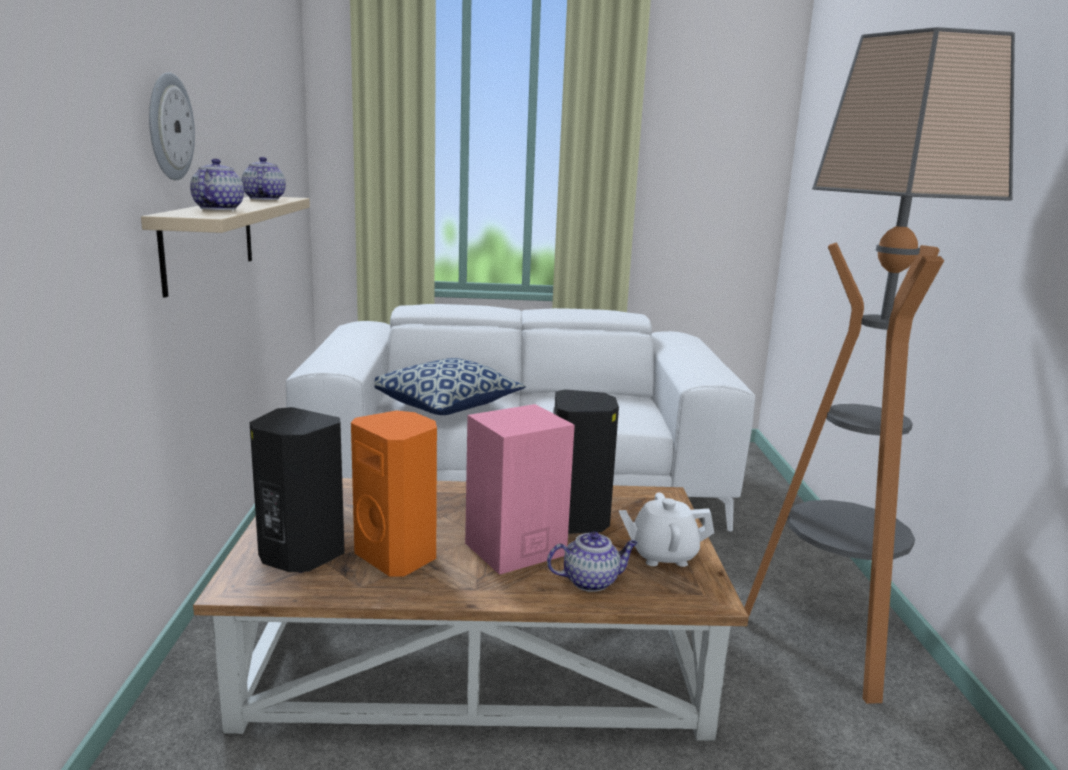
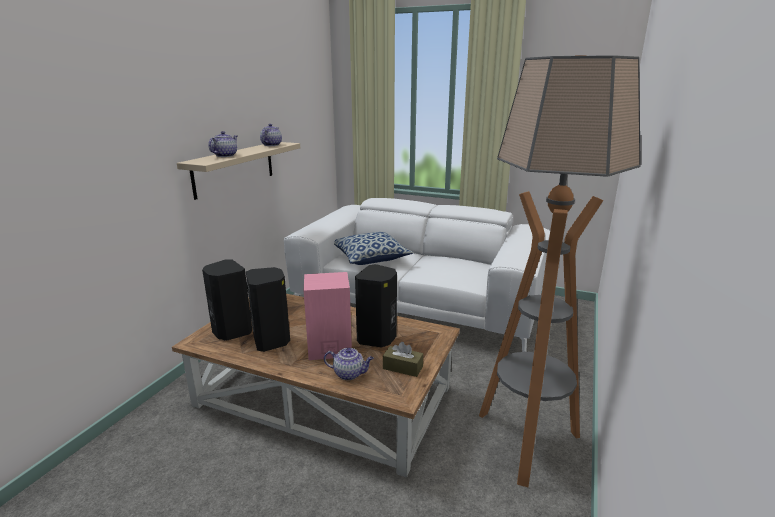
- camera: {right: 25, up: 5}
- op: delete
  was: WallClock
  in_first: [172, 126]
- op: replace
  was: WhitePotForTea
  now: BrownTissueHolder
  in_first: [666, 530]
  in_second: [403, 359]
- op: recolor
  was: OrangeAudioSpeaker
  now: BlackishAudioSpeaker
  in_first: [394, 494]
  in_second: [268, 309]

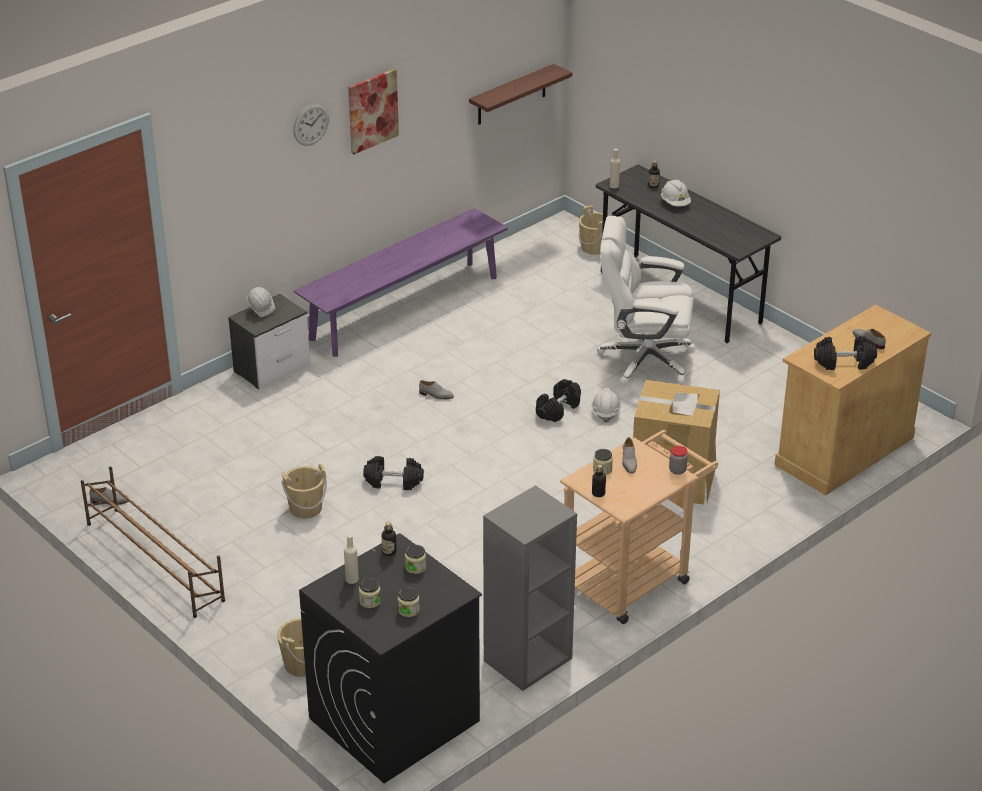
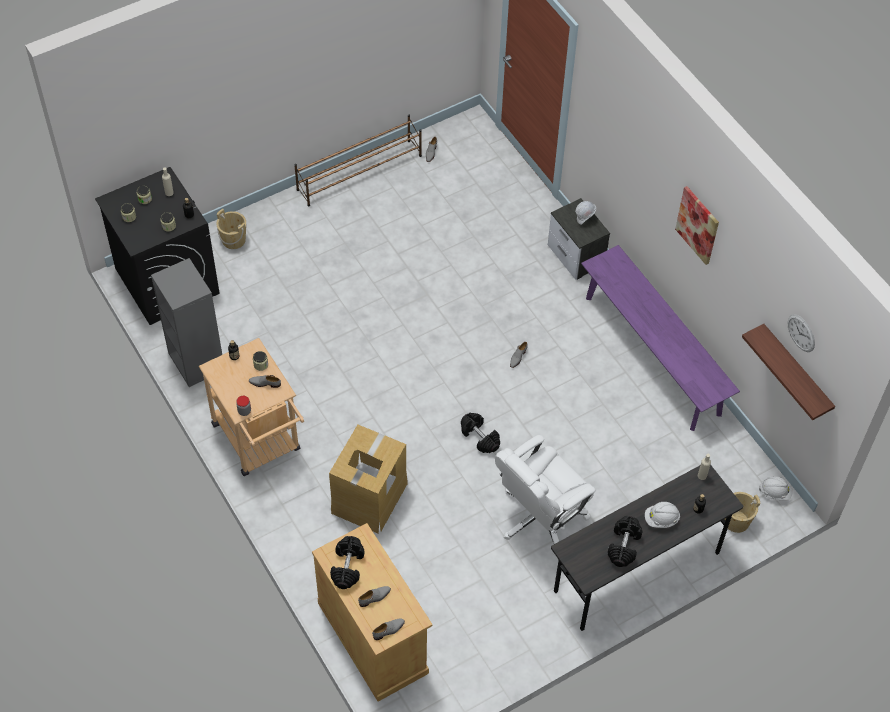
- camera: {right: 100, up: 20}
- op: delete
  was: BeigeWaterBucket
  in_first: [304, 491]
- op: insert
  now: GreyLowShoe
  in_second: [388, 629]
- op: move
  was: WallClock
  in_first: [311, 124]
  in_second: [801, 333]
- op: move
  was: BlackishDumbbell
  in_first: [393, 473]
  in_second: [625, 541]
- op: move
  was: WhiteHardHat
  in_first: [606, 405]
  in_second: [776, 488]
- op: rotate
  was: WhiteDeskChair
  in_first: [646, 300]
  in_second: [545, 495]
  clockwise: -150

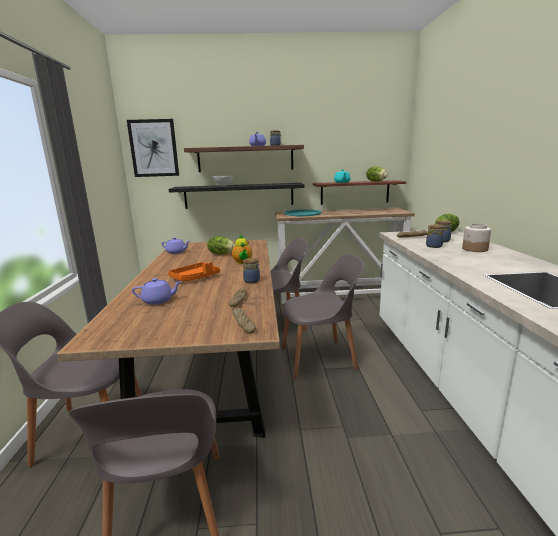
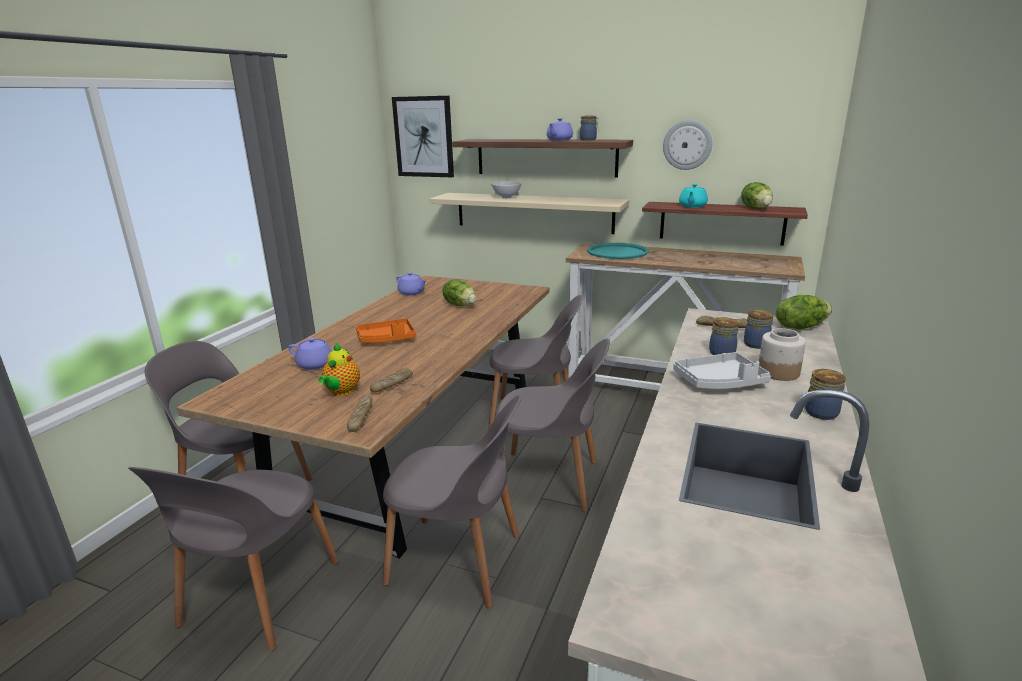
- camera: {right: 25, up: 5}
- op: insert
  now: GreyChair
  in_second: [452, 501]
- op: insert
  now: WallClock
  in_second: [687, 145]
- op: insert
  now: GreyCarryingTray
  in_second: [722, 370]
- op: move
  was: PotForTea
  in_first: [242, 249]
  in_second: [339, 369]
- op: move
  was: Jar
  in_first: [251, 270]
  in_second: [825, 394]
- op: recolor
  was: BlackishBracketShelf
  now: BeigeBracketShelf
  in_first: [237, 196]
  in_second: [529, 213]

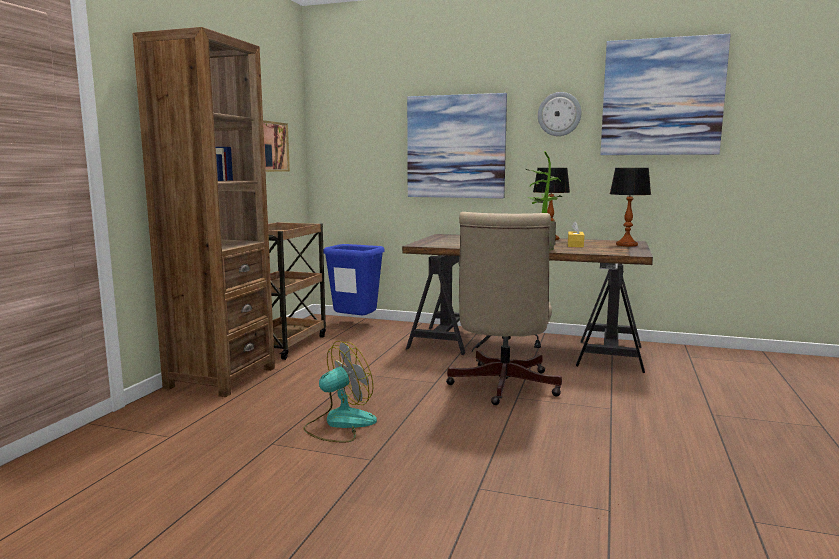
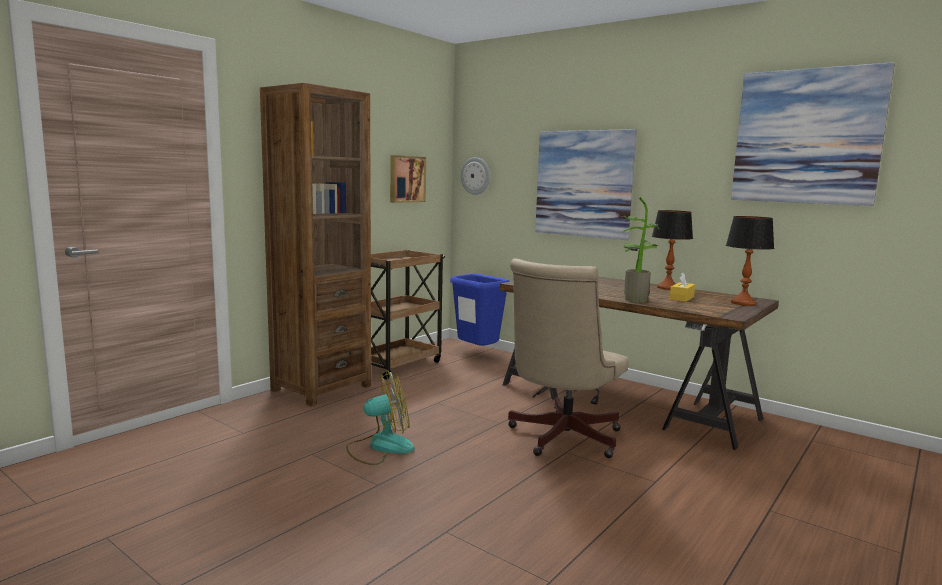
- camera: {right: 20, up: 0}
- op: move
  was: WallClock
  in_first: [559, 114]
  in_second: [475, 176]

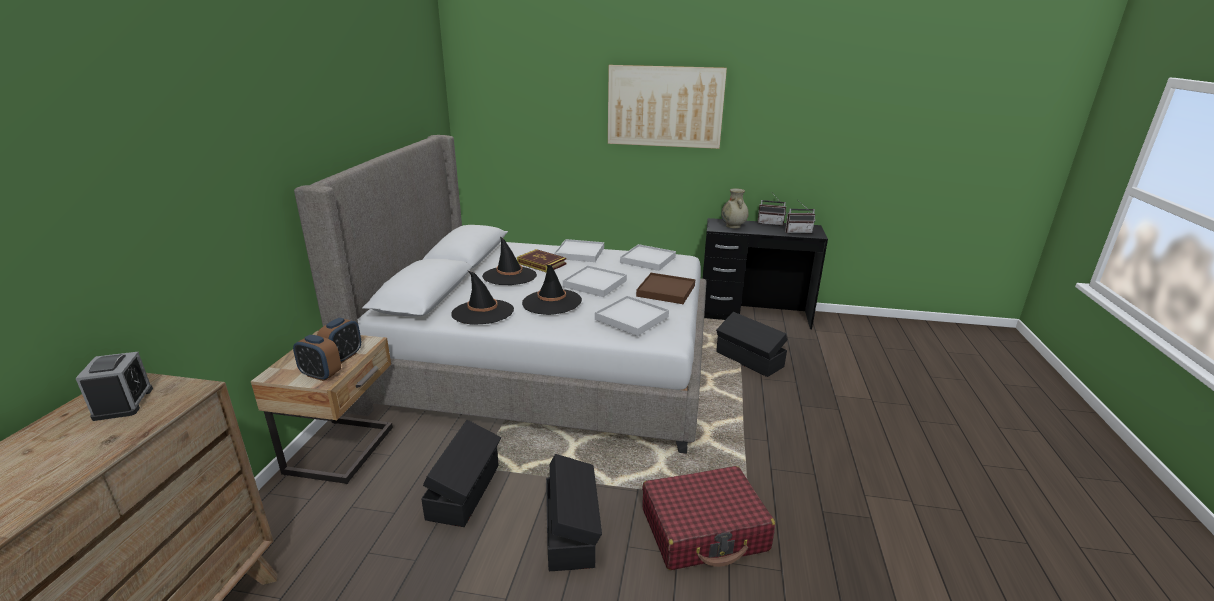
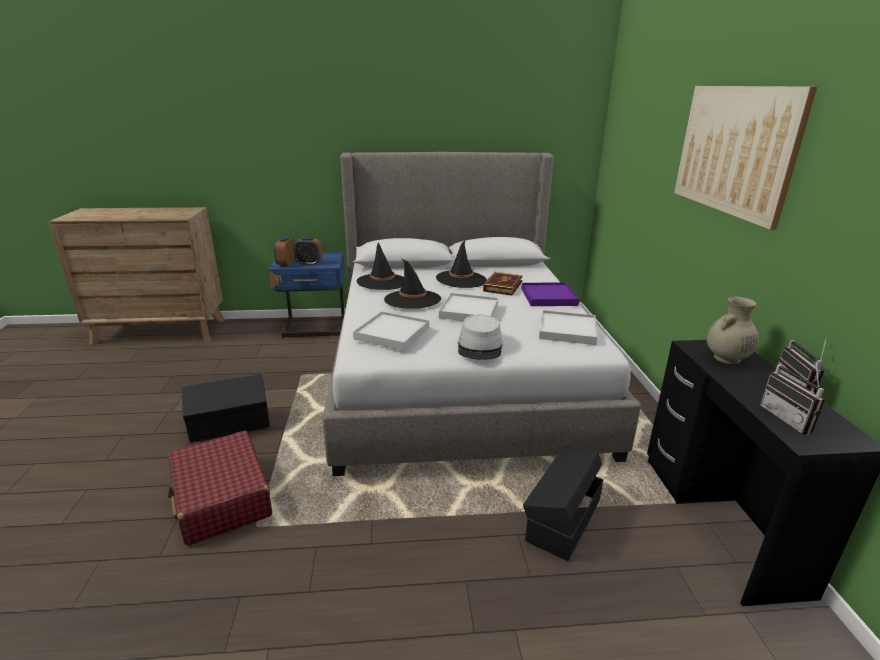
- camera: {right: 75, up: 0}
- op: delete
  was: AlarmClock
  in_first: [114, 386]
- op: delete
  was: BlackishStorageContainer
  in_first: [461, 473]
- op: replace
  was: BrownCarryingTray
  now: GreyClothingHat
  in_first: [665, 288]
  in_second: [480, 337]
- op: recolor
  was: BeigeNightstand
  now: BluishNightstand
  in_first: [322, 407]
  in_second: [307, 295]
- op: recolor
  was: WhiteCarryingTray
  now: PurplishCarryingTray
  in_first: [579, 250]
  in_second: [550, 294]

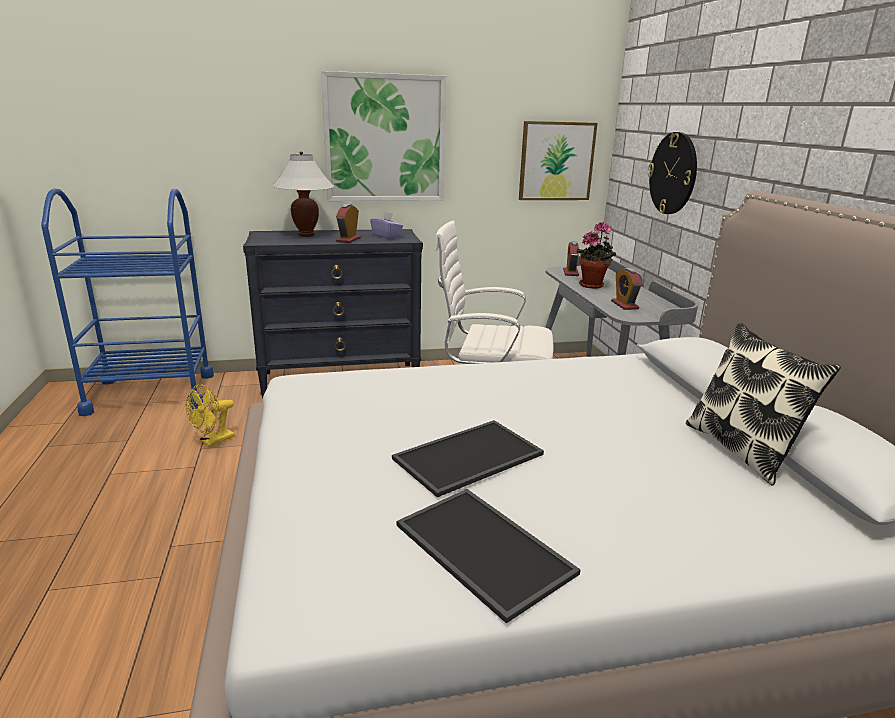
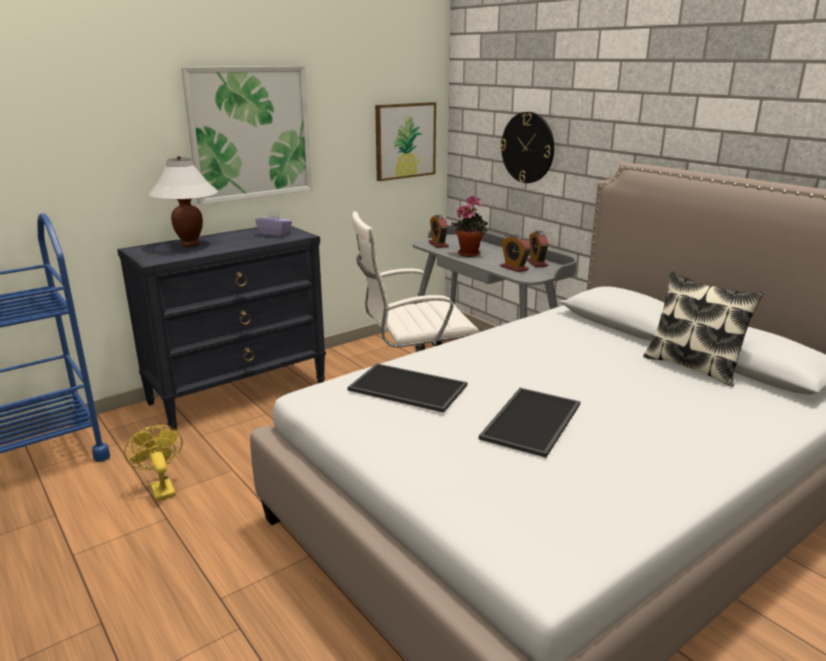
- camera: {right: -25, up: 0}
- op: move
  was: AlarmClock
  in_first: [348, 223]
  in_second: [538, 249]
- op: move
  was: CarryingTray
  in_first: [489, 556]
  in_second: [407, 388]
- op: rotate
  was: YellowishFan
  in_first: [210, 415]
  in_second: [153, 463]
  clockwise: 135

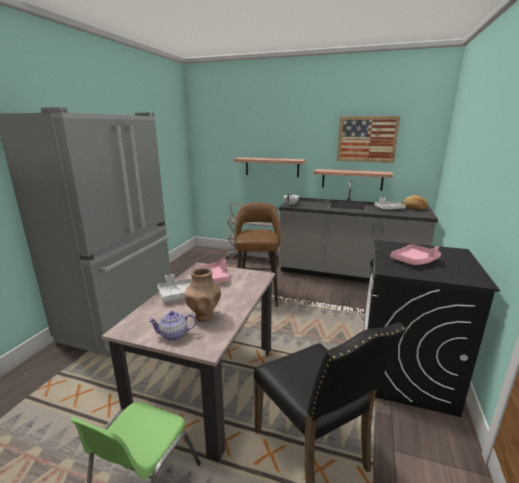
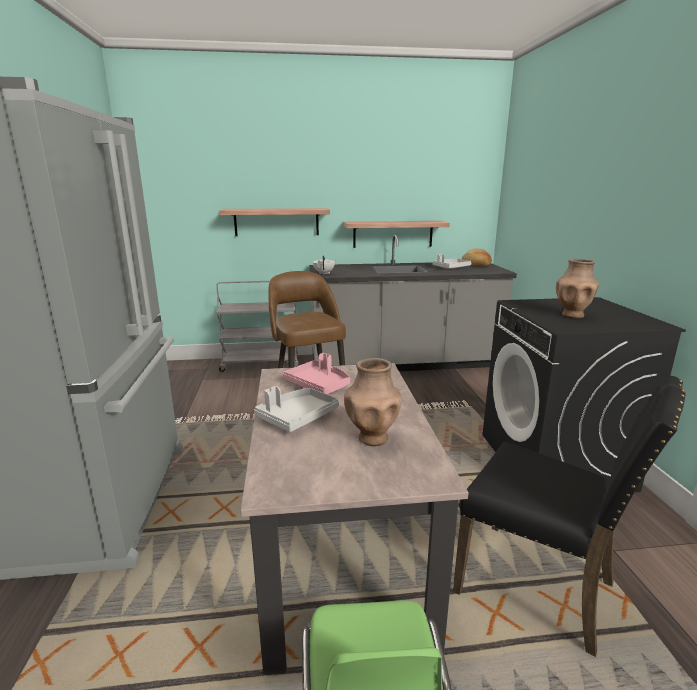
- camera: {right: -25, up: 0}
- op: delete
  was: PotForTea
  in_first: [172, 326]
- op: delete
  was: WallArt
  in_first: [368, 139]
- op: replace
  was: PinkCarryingTray
  now: BrownFlowerVase
  in_first: [415, 254]
  in_second: [577, 288]

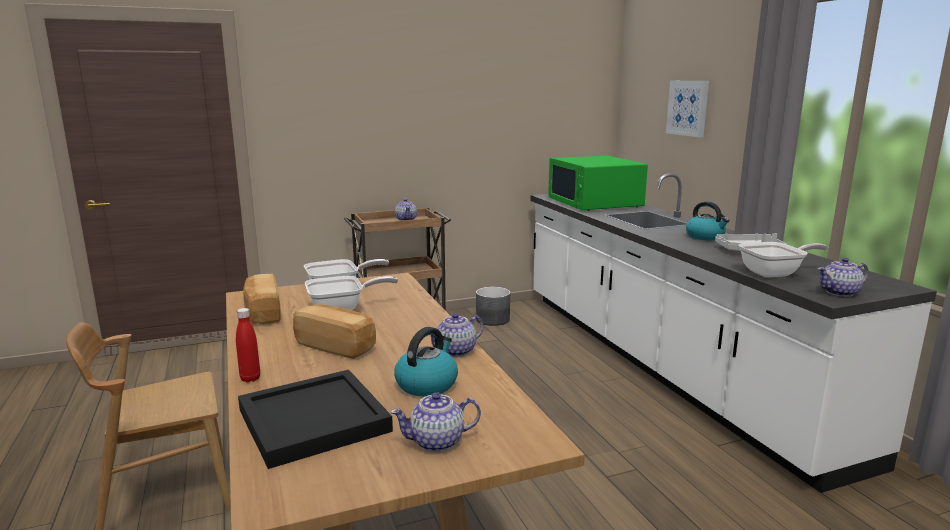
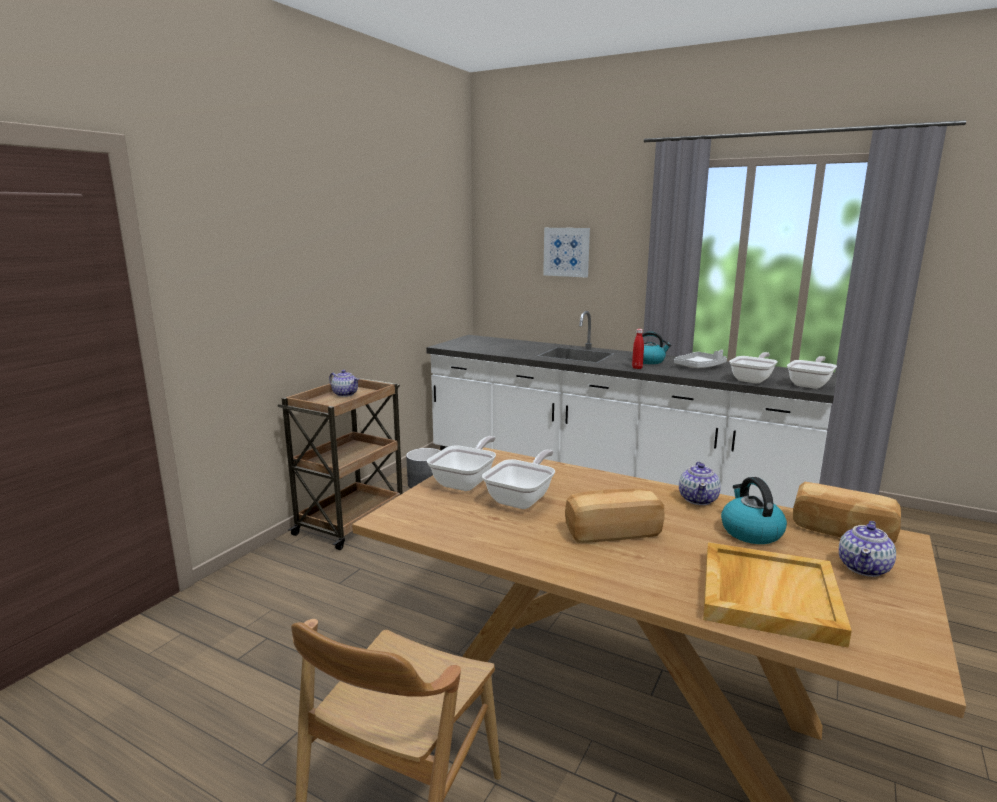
- camera: {right: -40, up: 0}
- op: delete
  was: GreenColouredKitchenMicrowave
  in_first: [598, 183]
- op: move
  was: RedColouredBeverageBottle
  in_first: [248, 345]
  in_second: [638, 349]
- op: move
  was: BakedBread
  in_first: [262, 298]
  in_second: [847, 512]
- op: replace
  was: PotForTea
  now: Pan
  in_first: [843, 277]
  in_second: [812, 372]
- op: recolor
  was: BlackishCarryingTray
  now: BeigeCarryingTray
  in_first: [315, 419]
  in_second: [777, 595]

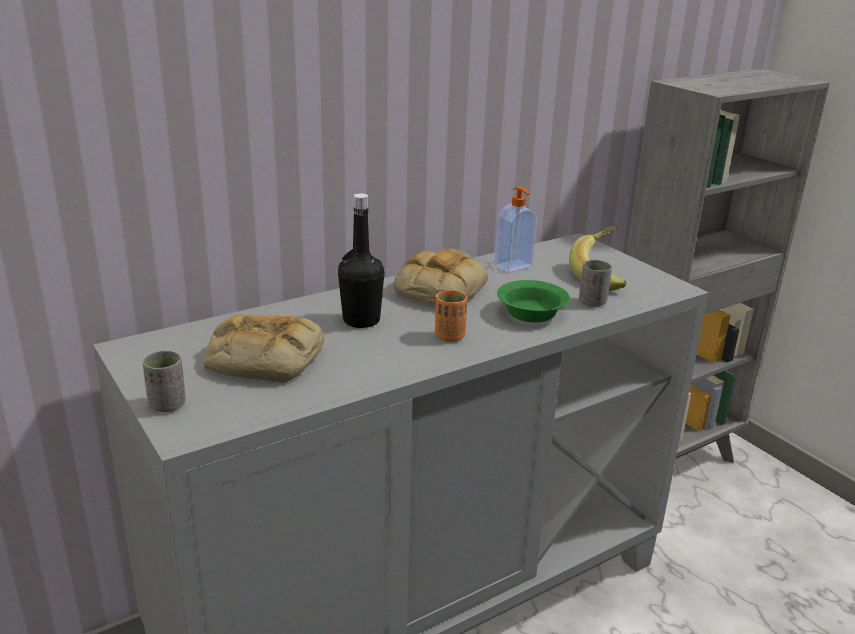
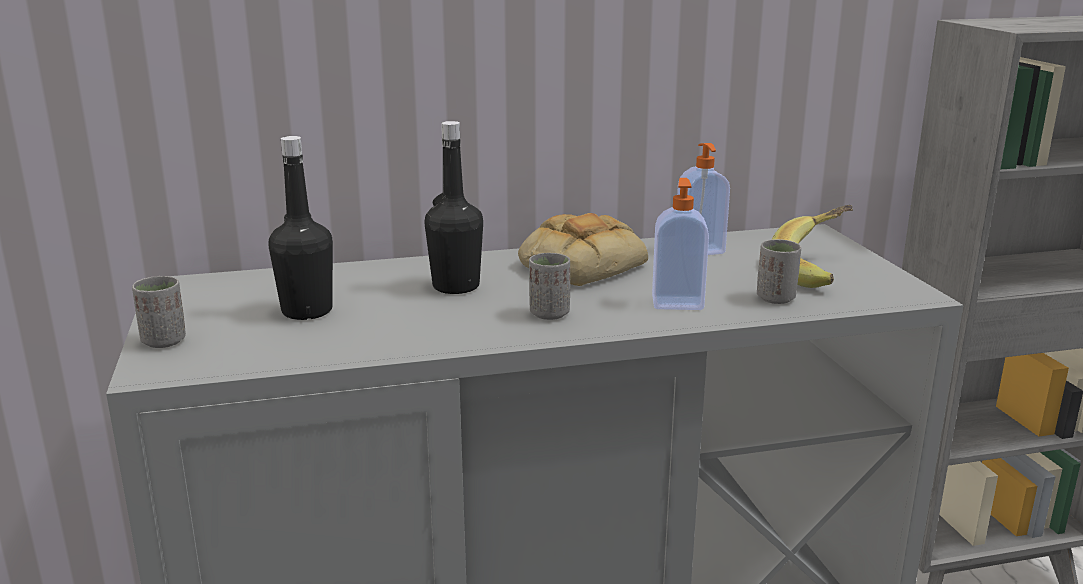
- camera: {right: 20, up: -5}
- op: replace
  was: BakedBread
  now: BlackishBeverageBottle
  in_first: [264, 348]
  in_second: [300, 228]
- op: replace
  was: GreenColouredBowl
  now: SoapDispenser
  in_first: [533, 301]
  in_second: [680, 244]
- op: recolor
  was: OrangeDrinkingCup
  now: GreyDrinkingCup
  in_first: [451, 316]
  in_second: [549, 286]

